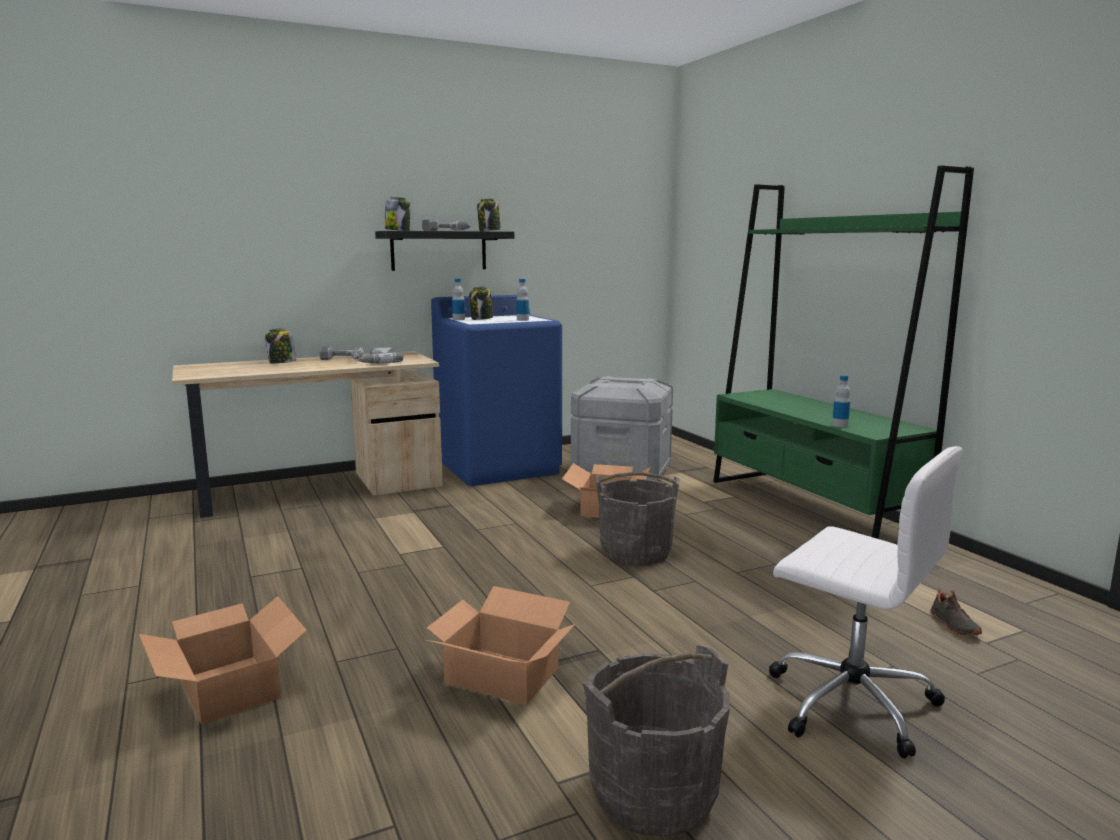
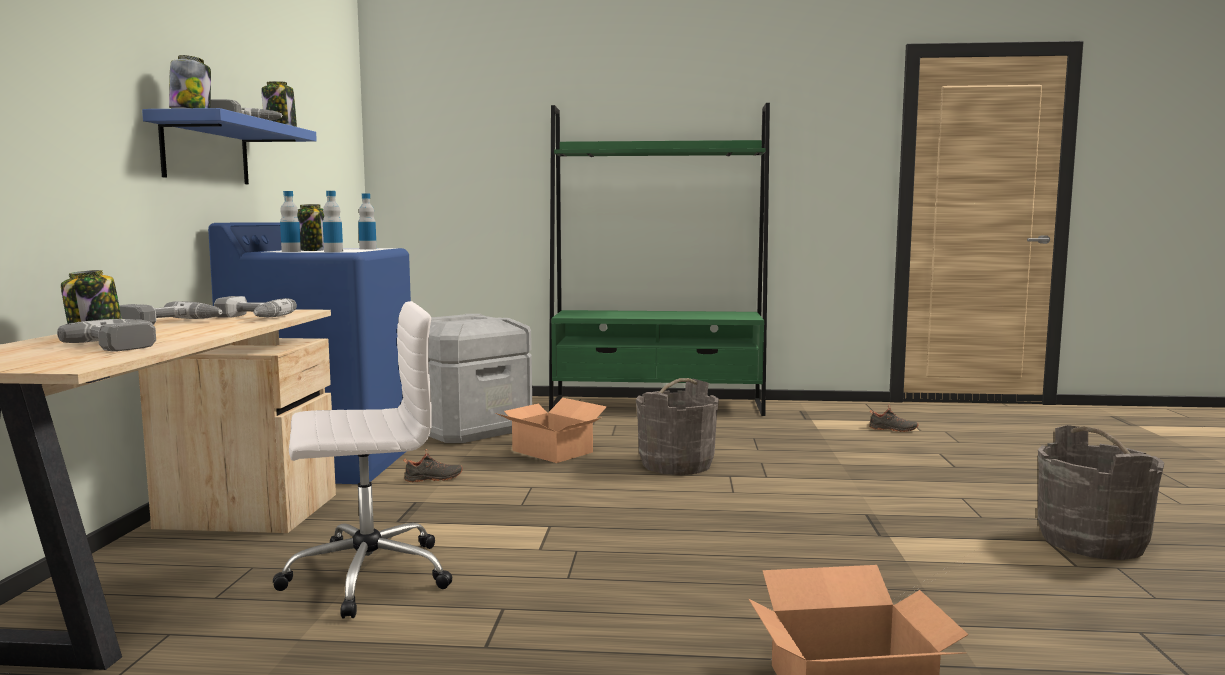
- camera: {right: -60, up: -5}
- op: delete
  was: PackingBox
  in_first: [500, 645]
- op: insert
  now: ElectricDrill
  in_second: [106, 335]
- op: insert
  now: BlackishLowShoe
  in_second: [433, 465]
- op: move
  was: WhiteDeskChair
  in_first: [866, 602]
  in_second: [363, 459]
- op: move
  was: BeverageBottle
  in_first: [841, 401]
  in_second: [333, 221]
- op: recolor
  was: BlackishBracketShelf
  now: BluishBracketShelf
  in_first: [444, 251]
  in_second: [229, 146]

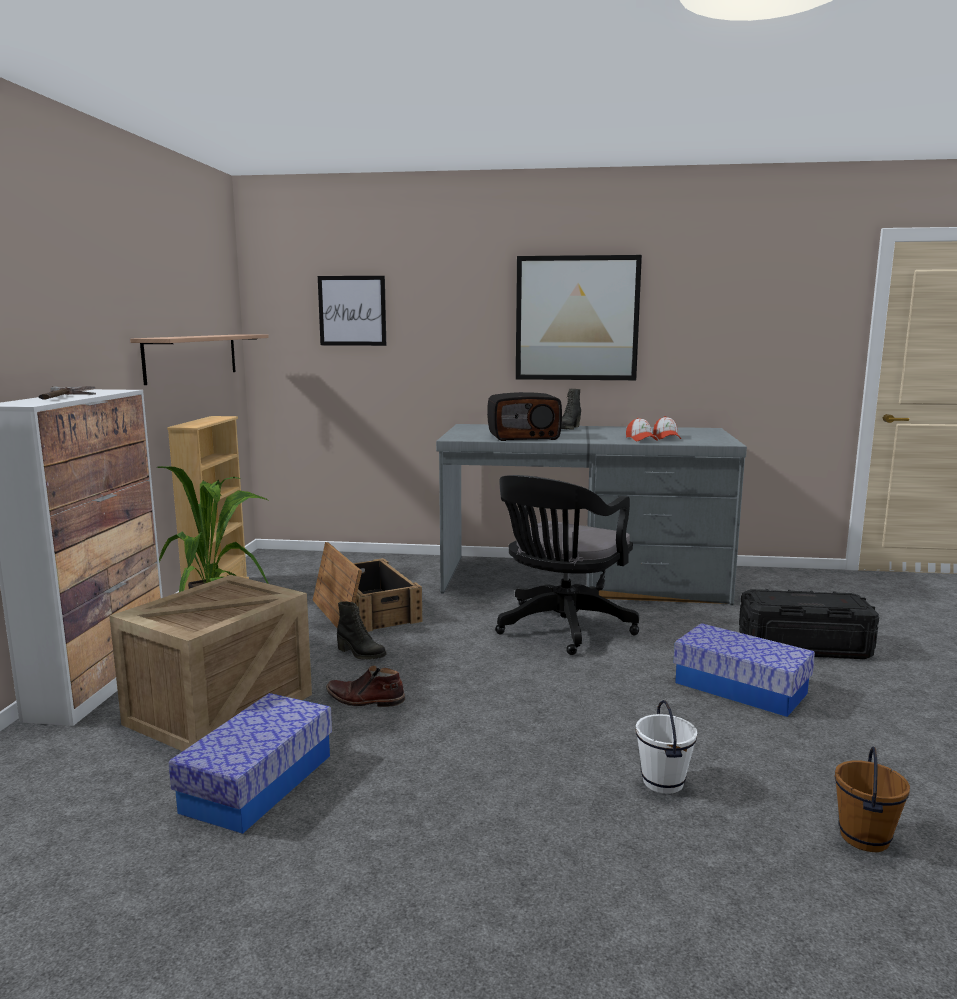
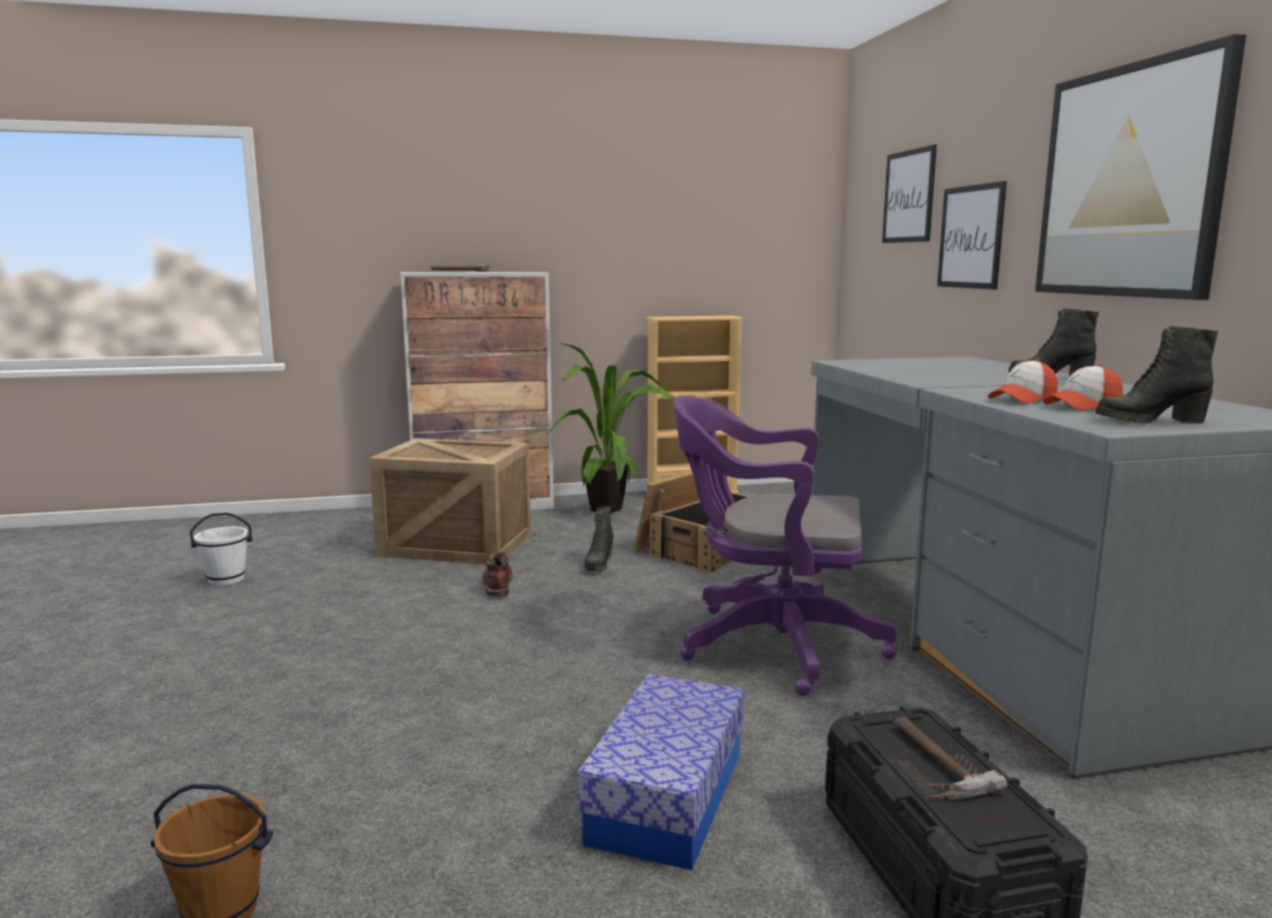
- camera: {right: 70, up: 0}
- op: delete
  was: BracketShelf
  in_first: [199, 360]
- op: delete
  was: StorageContainer
  in_first: [250, 763]
- op: delete
  was: Radio
  in_first: [524, 416]
- op: insert
  now: Hammer
  in_second: [951, 758]
- op: insert
  now: WallArt
  in_second: [972, 235]
- op: insert
  now: BlackishTallBoot
  in_second: [1157, 375]
- op: move
  was: WhiteWaterBucket
  in_first: [666, 747]
  in_second: [221, 549]
- op: recolor
  was: BlackishDeskChair
  now: PurplishDeskChair
  in_first: [567, 565]
  in_second: [785, 546]

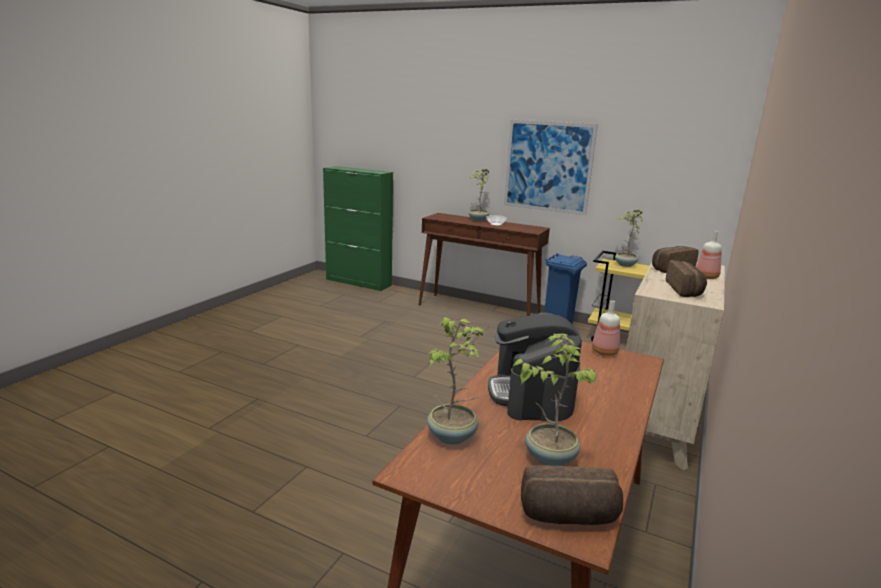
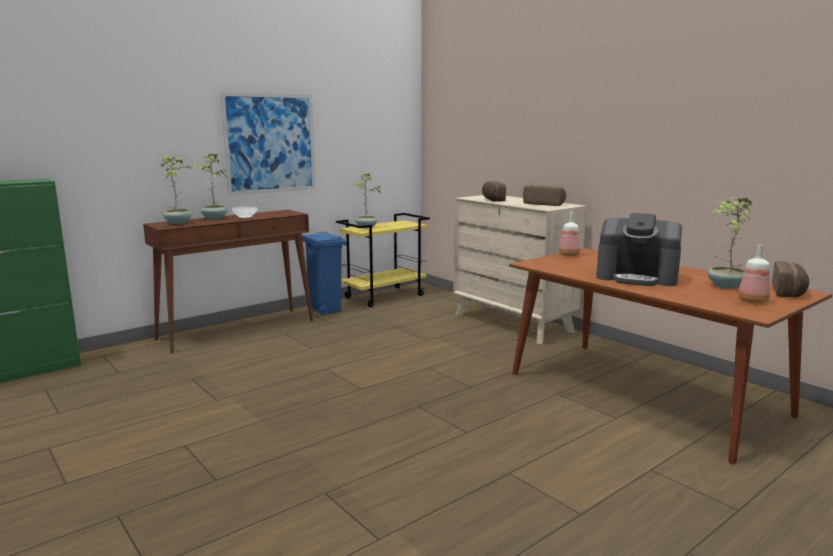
- camera: {right: -65, up: -5}
- op: move
  was: PlantInAPot
  in_first: [455, 380]
  in_second: [177, 189]
- op: move
  was: BeverageBottle
  in_first: [709, 255]
  in_second: [754, 274]

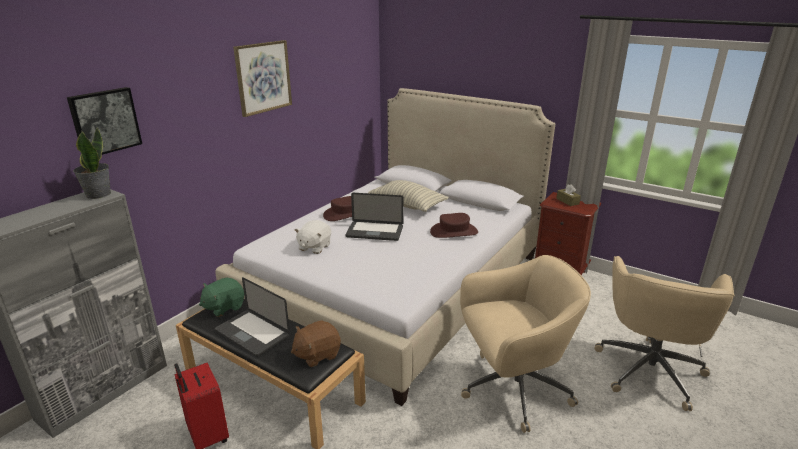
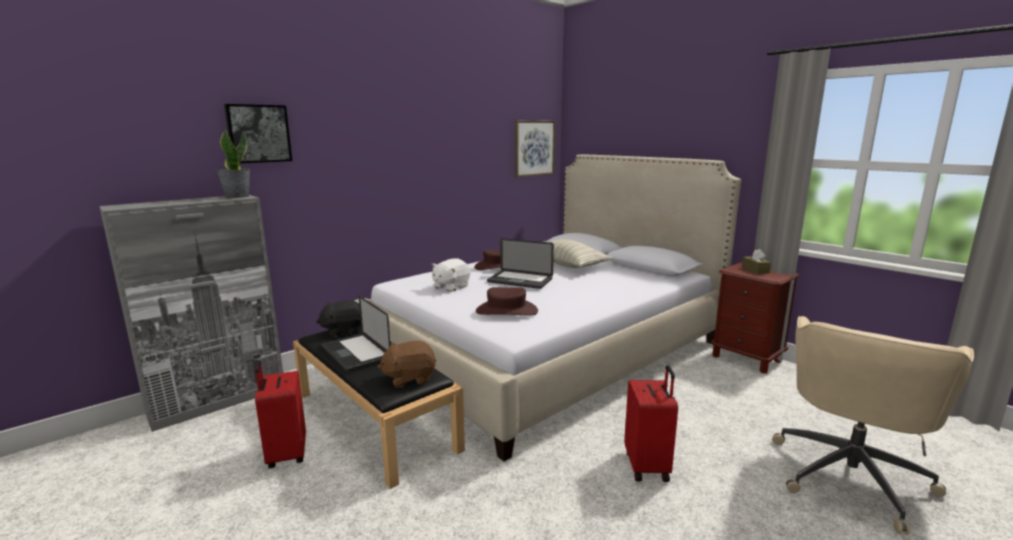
- camera: {right: 15, up: -10}
- op: move
  was: WallArt
  in_first: [262, 78]
  in_second: [535, 148]
- op: move
  was: BrownClothingHat
  in_first: [454, 225]
  in_second: [507, 301]
- op: replace
  was: BeigeDeskChair
  now: RedColouredTravelCase
  in_first: [525, 344]
  in_second: [651, 423]
- op: recolor
  was: GreenColouredSoftToy
  now: BlackishSoftToy
  in_first: [221, 297]
  in_second: [338, 318]

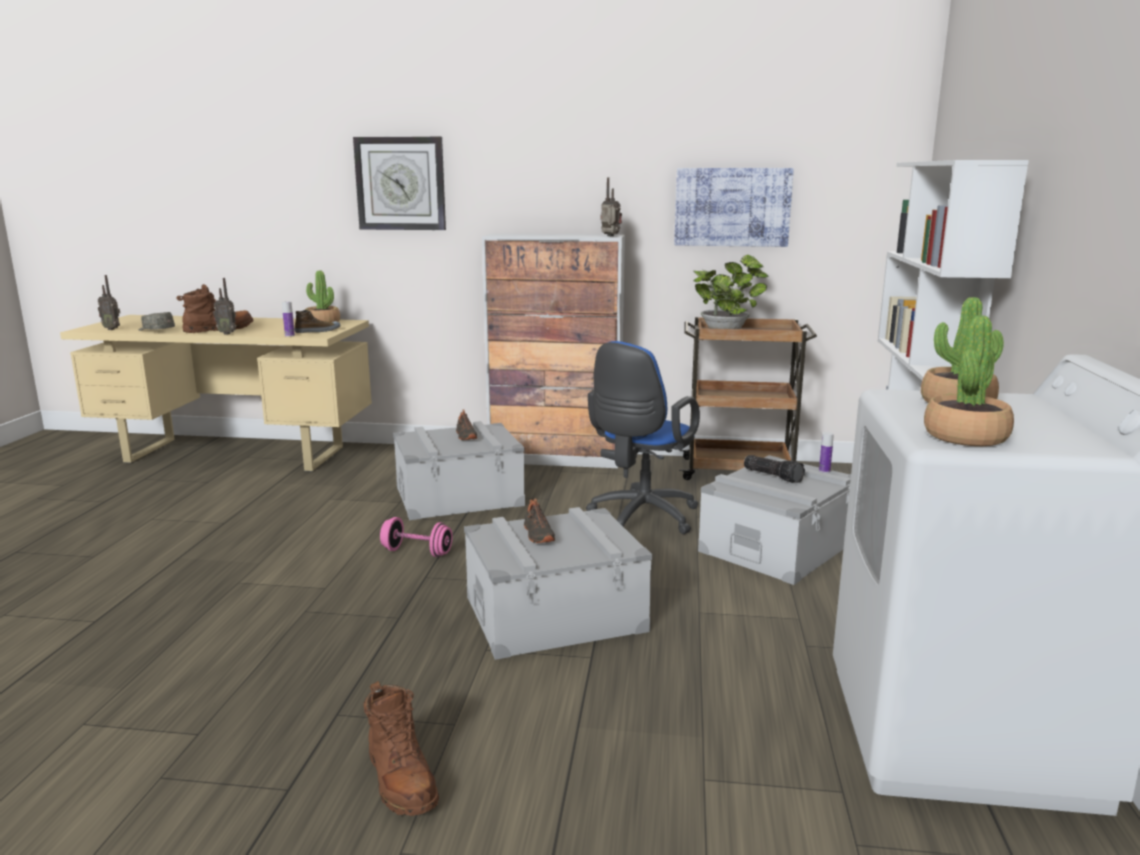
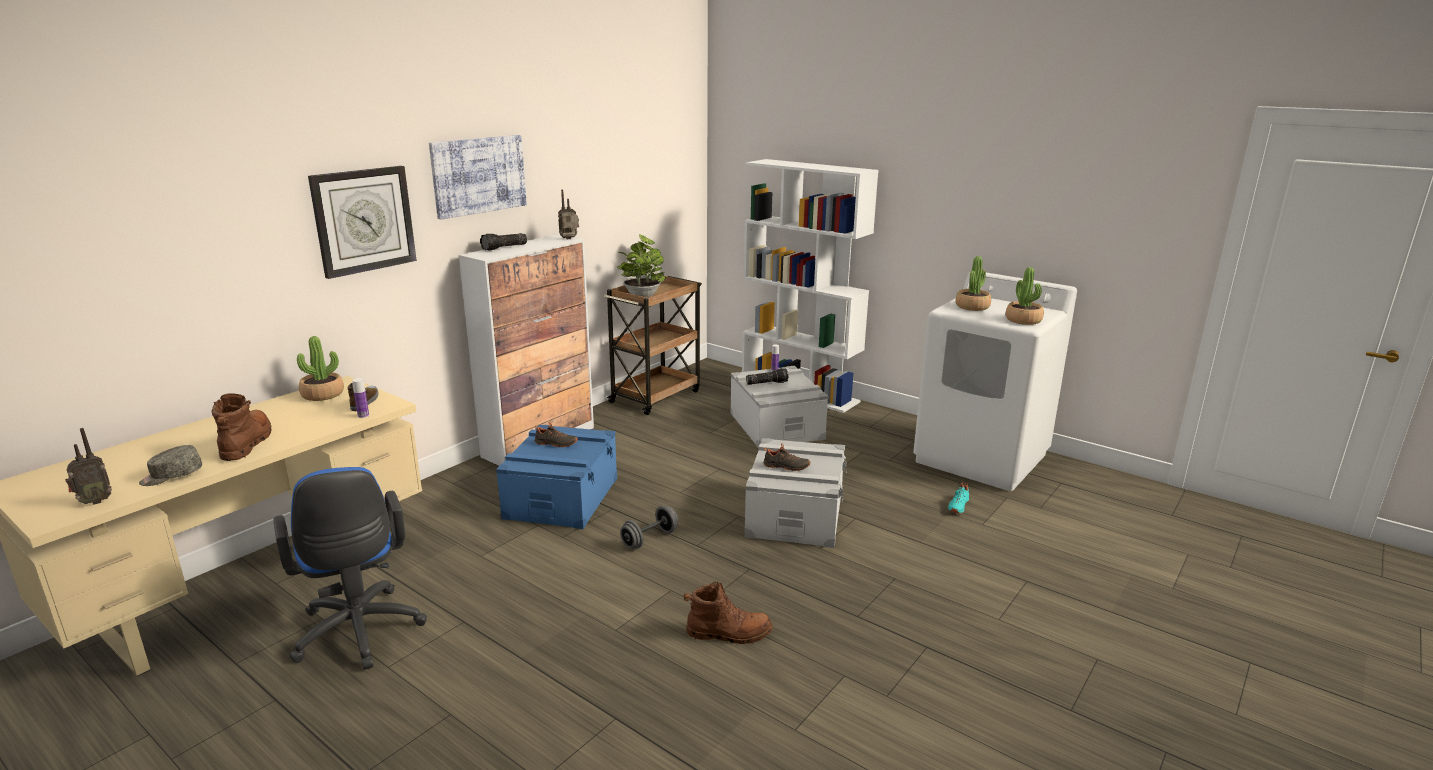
- camera: {right: -60, up: 5}
- op: delete
  was: Radio
  in_first: [224, 306]
- op: insert
  now: HandTorch
  in_second: [503, 242]
- op: insert
  now: BlueGreenLowShoe
  in_second: [958, 498]
- op: move
  was: BrownTallBoot
  in_first: [401, 748]
  in_second: [728, 613]
- op: move
  was: BluishDeskChair
  in_first: [643, 437]
  in_second: [350, 568]
- op: move
  was: WallArt
  in_first: [734, 207]
  in_second: [478, 177]
- op: recolor
  was: PinkDumbbell
  now: GreyDumbbell
  in_first: [416, 537]
  in_second: [649, 527]
- op: recolor
  was: GreyStorageContainer
  now: BluishStorageContainer
  in_first: [459, 470]
  in_second: [556, 477]

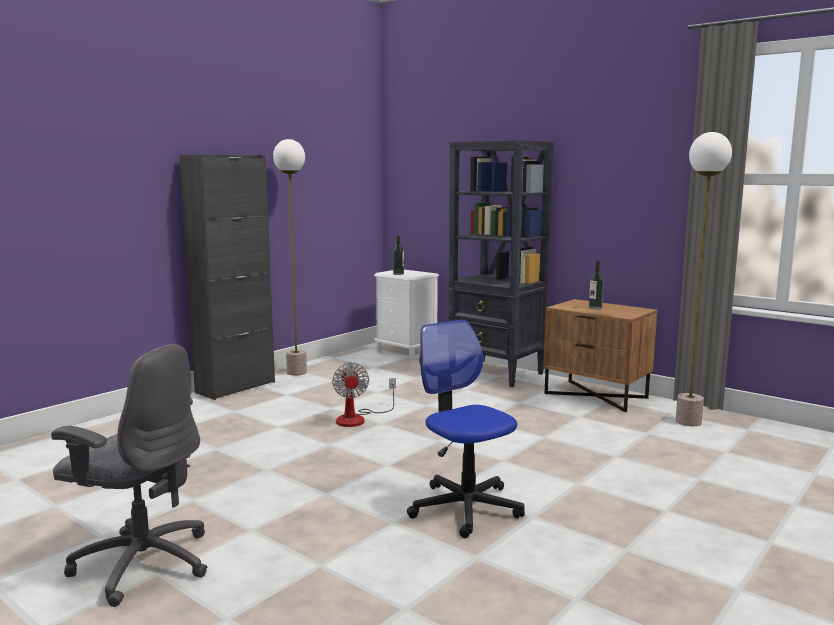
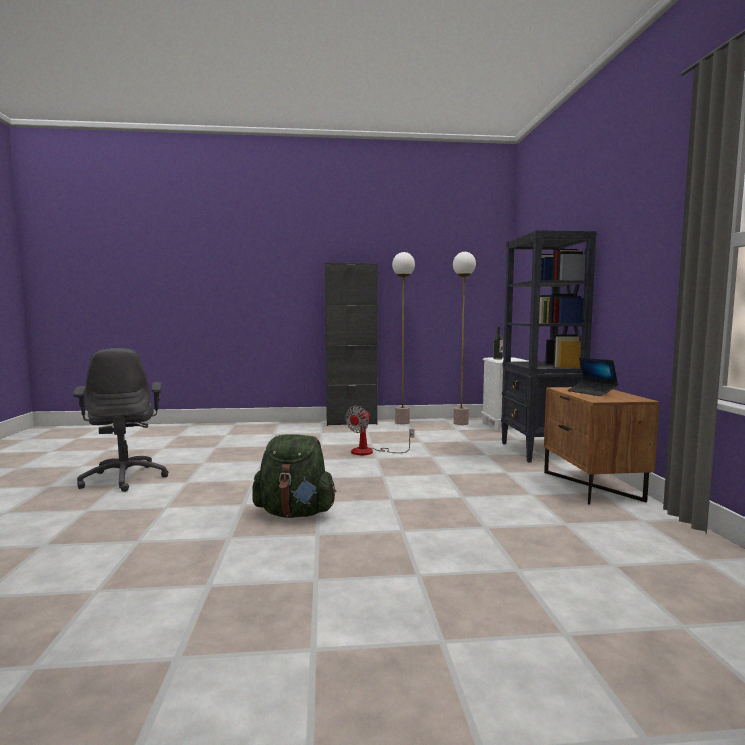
- camera: {right: 45, up: -5}
- op: move
  was: StandardLamp
  in_first: [704, 279]
  in_second: [464, 338]
- op: replace
  was: DeskChair
  now: GreenColouredBackpack
  in_first: [466, 429]
  in_second: [294, 476]
- op: replace
  was: BeverageBottle
  now: Laptop
  in_first: [596, 284]
  in_second: [592, 376]

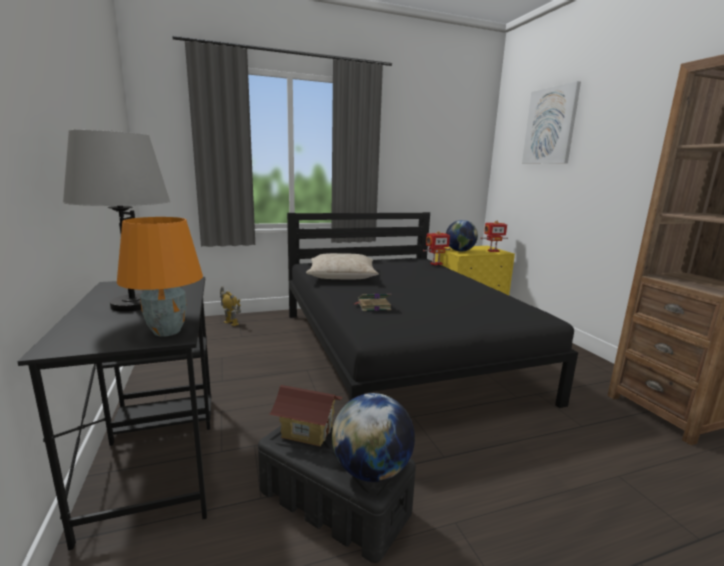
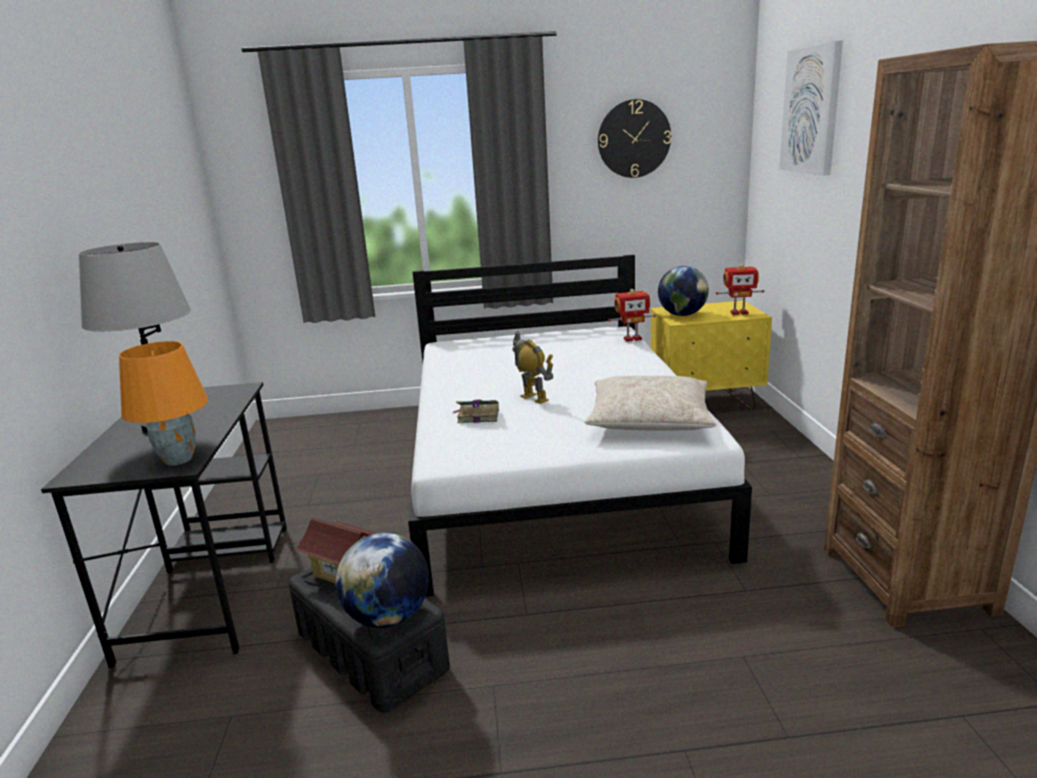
- camera: {right: 15, up: 5}
- op: insert
  now: WallClock
  in_second: [634, 138]
- op: move
  was: ToyRobot
  in_first: [230, 306]
  in_second: [533, 367]
- op: move
  was: BeigeThrowPillow
  in_first: [342, 266]
  in_second: [651, 403]
- op: recolor
  was: BlackishSleepingBed
  now: WhiteSleepingBed
  in_first: [432, 310]
  in_second: [580, 426]

